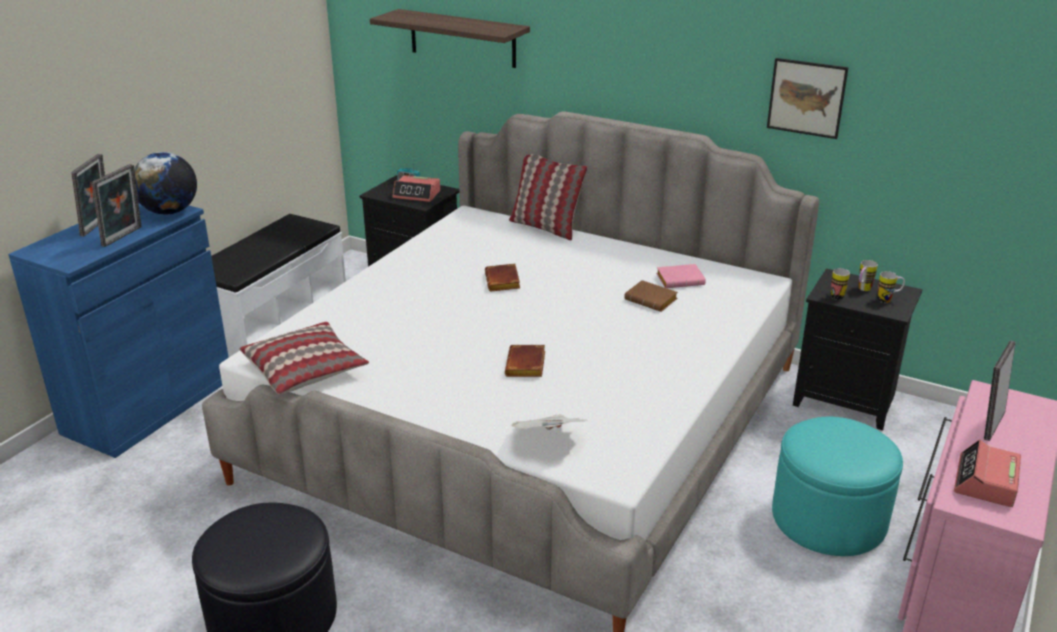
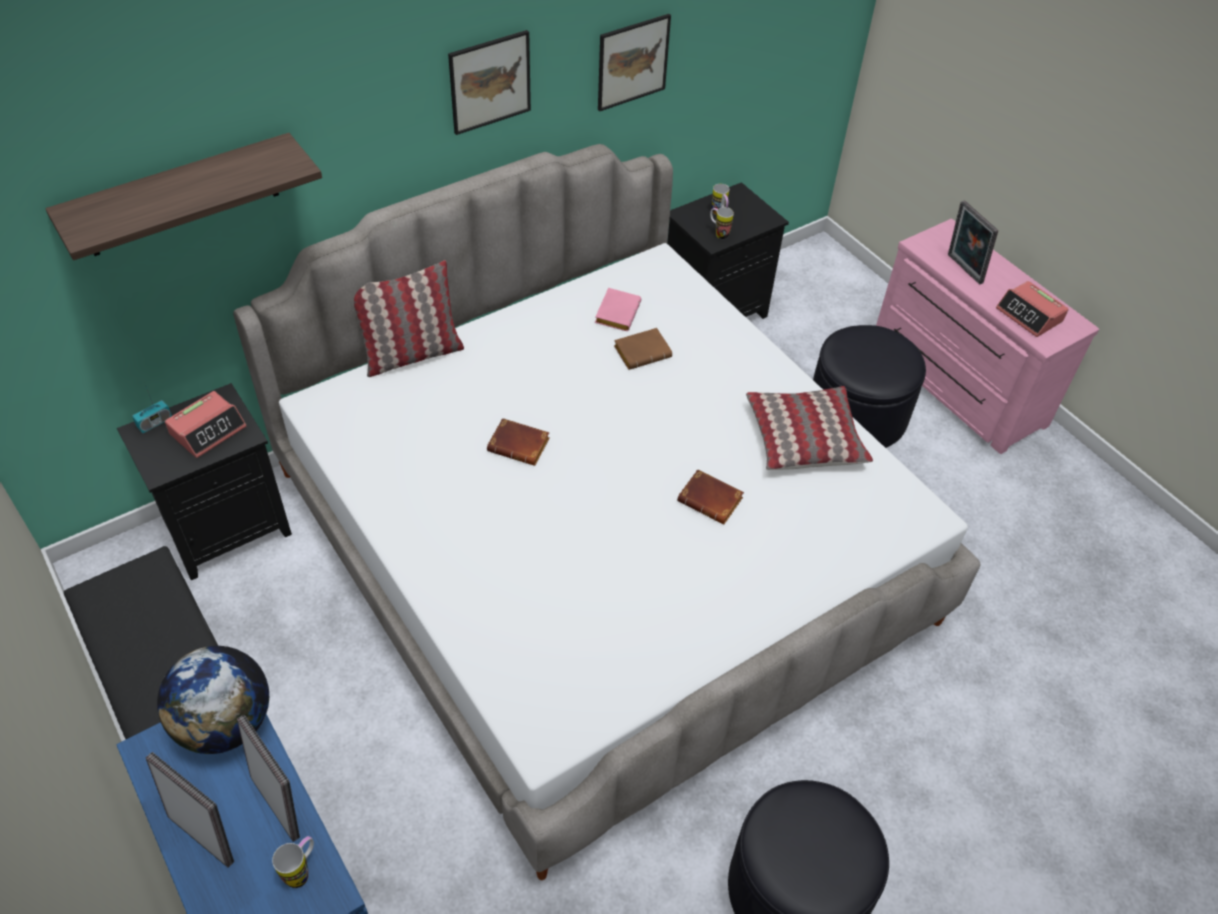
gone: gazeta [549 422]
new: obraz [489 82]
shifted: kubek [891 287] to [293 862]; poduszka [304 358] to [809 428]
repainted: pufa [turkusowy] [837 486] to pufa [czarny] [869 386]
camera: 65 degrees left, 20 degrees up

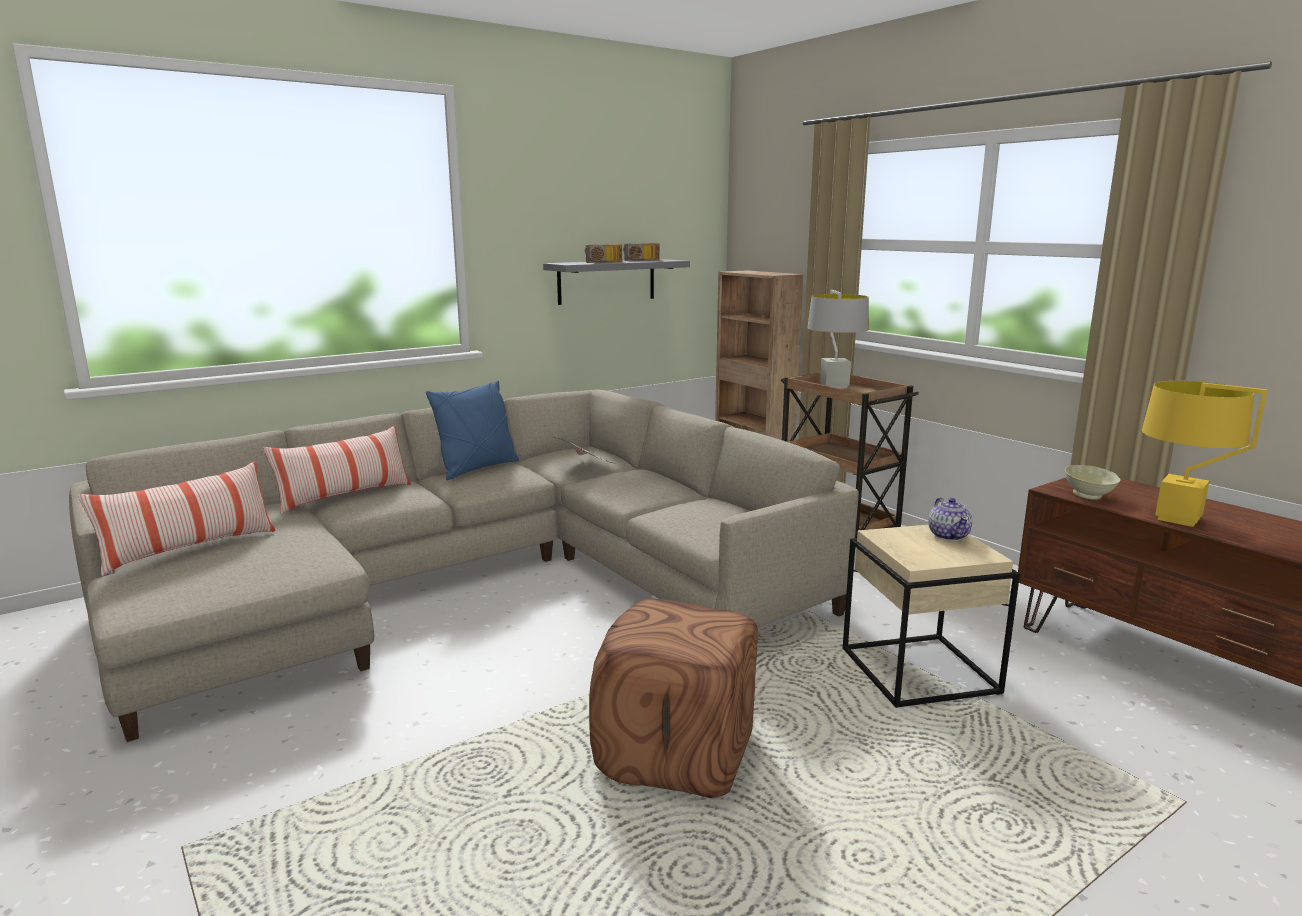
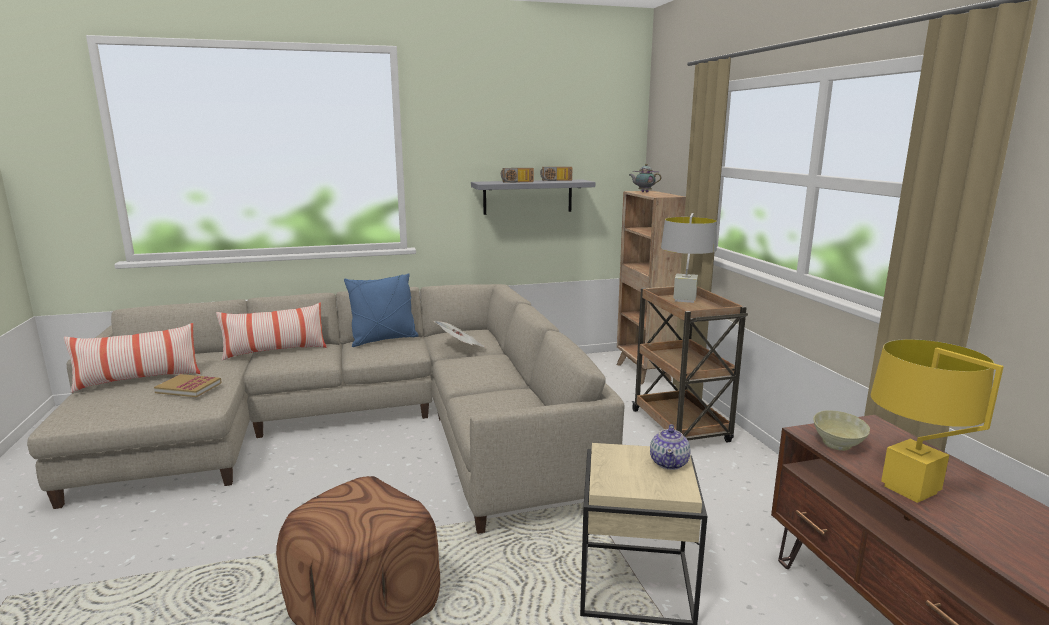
new: imbryk [645 178]; książka [188 385]
camera: 20 degrees right, 0 degrees up

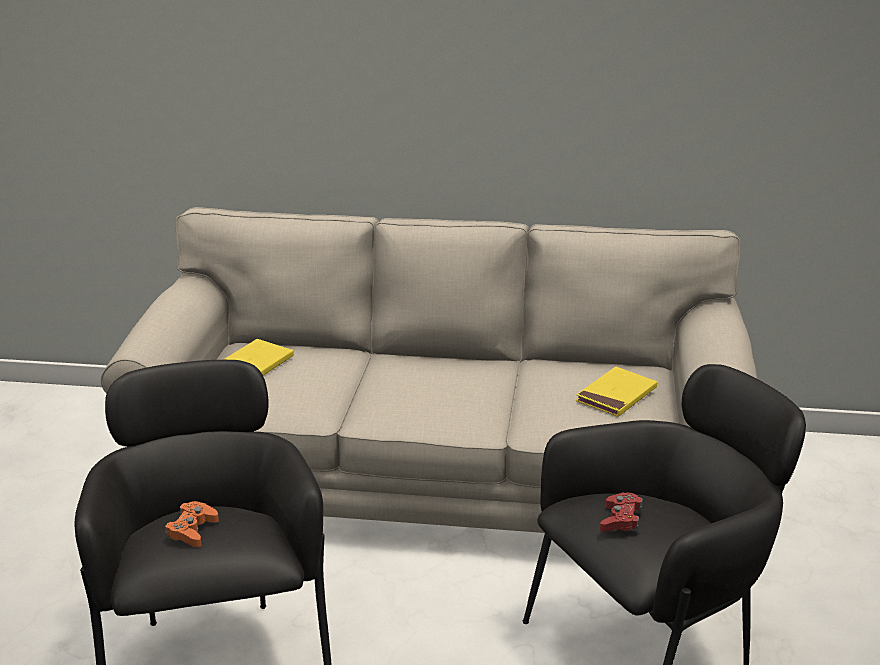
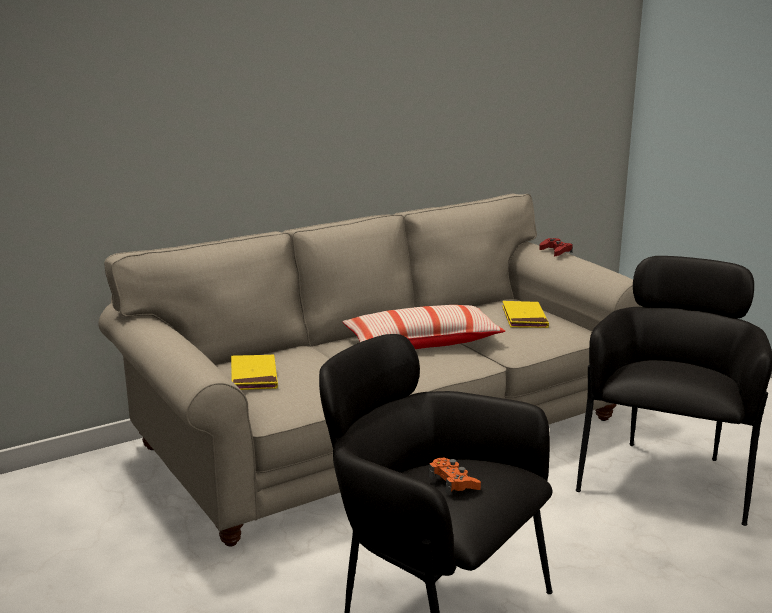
new: poduszka [424 327]
shifted: pad do gier [czerwony] [621 513] to [556 247]
camera: 40 degrees left, 5 degrees down

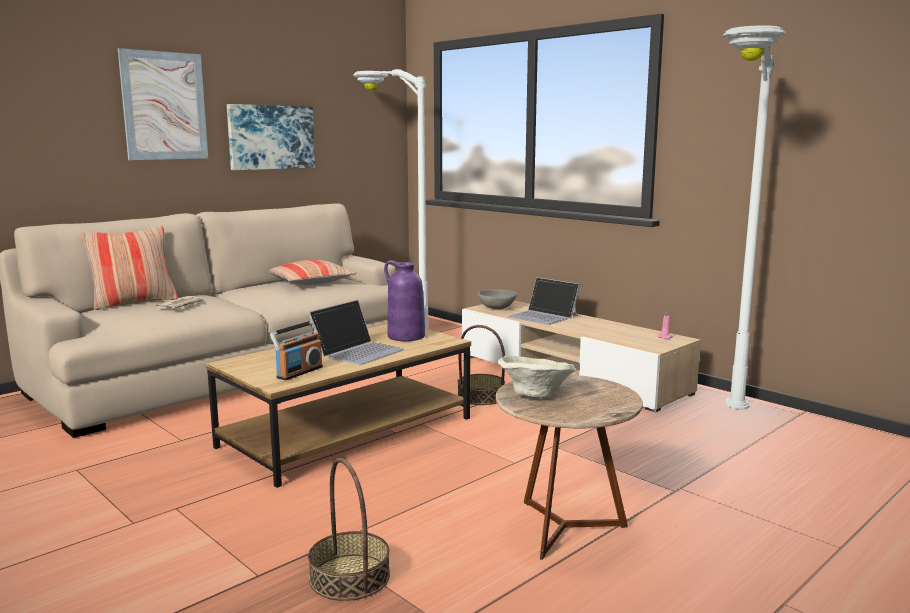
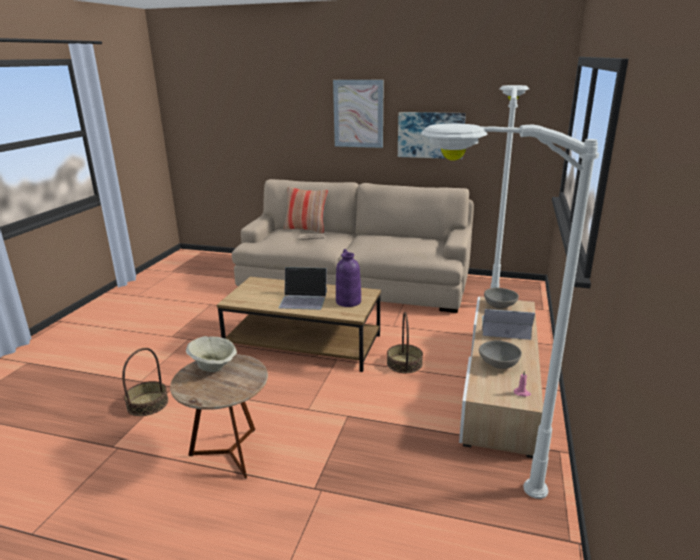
gone: poduszka [312 272]; radio [296 350]
new: miska [szary] [500 354]
rotated: laptop [543 301] = [508 324] 90 degrees clockwise
camera: 60 degrees right, 10 degrees up

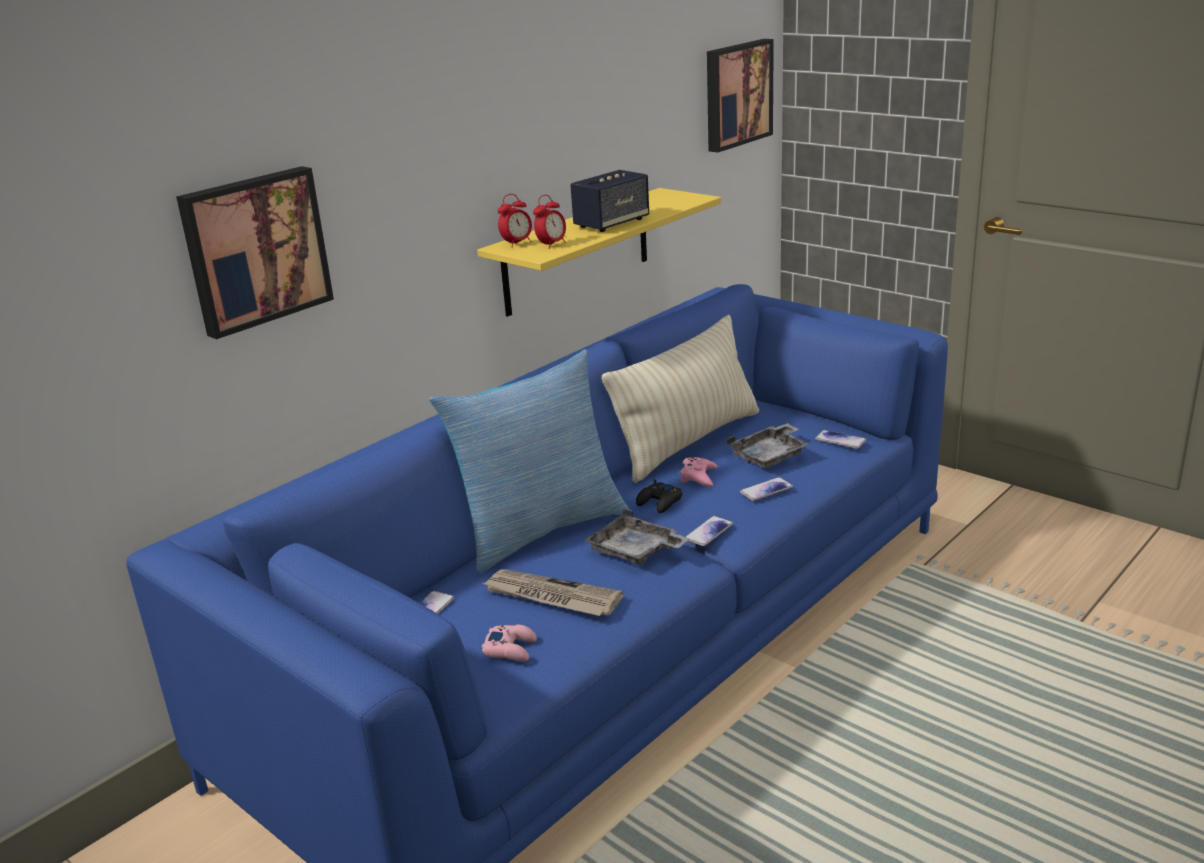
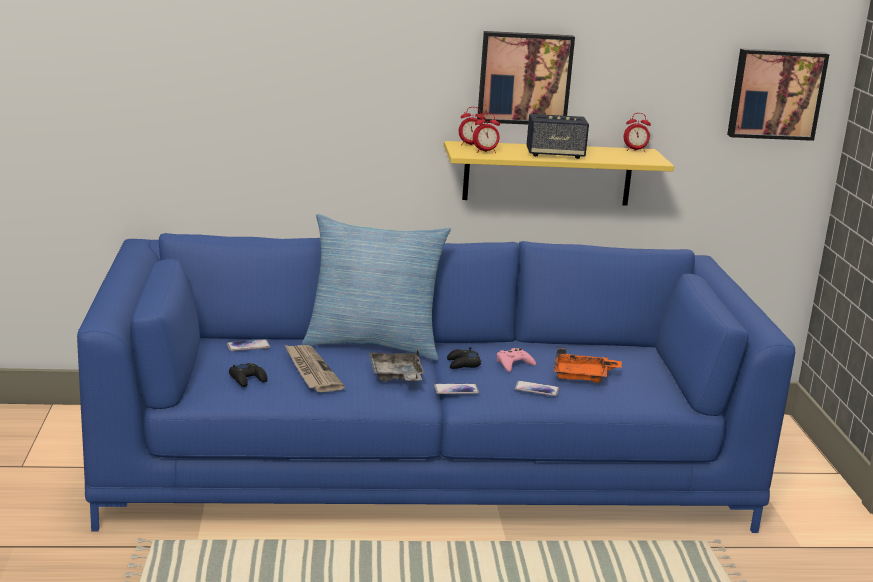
gone: poduszka [beżowy] [680 399]; telefon [840 439]
new: budzik [637 132]
shifted: obraz [255 252] to [526 78]
repainted: taca [szary] [768 445] to taca [pomarańczowy] [587 365]; pad do gier [różowy] [509 643] to pad do gier [czarny] [248 375]
camera: 40 degrees right, 5 degrees down

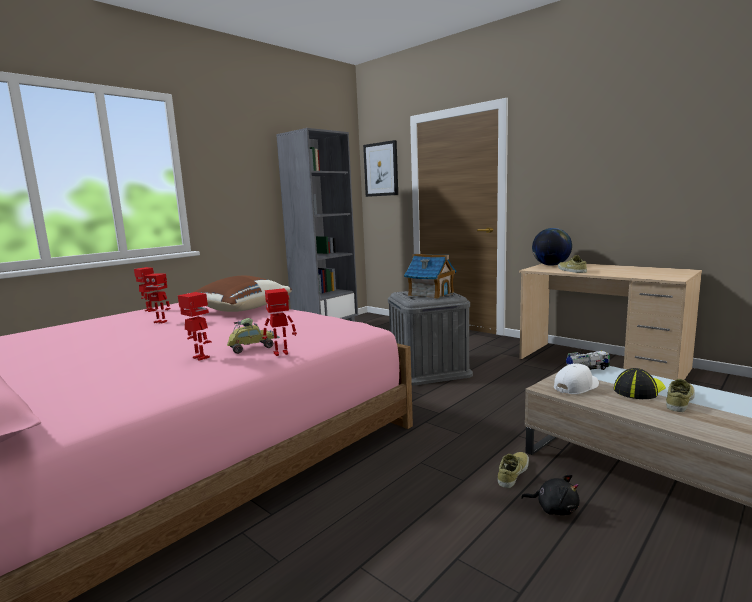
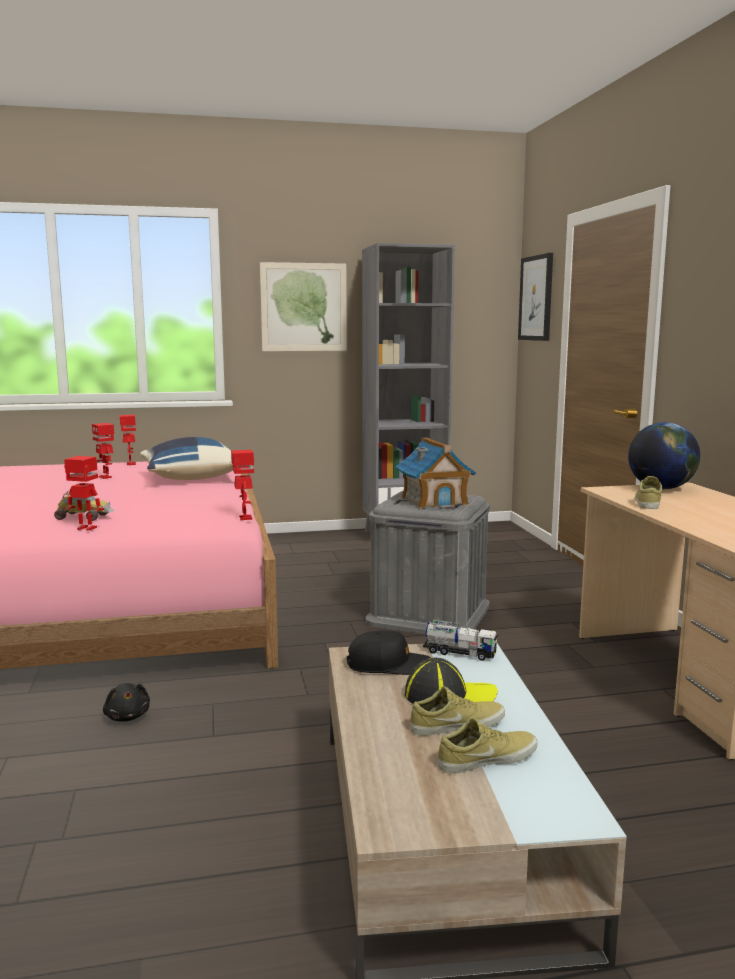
new: obraz [303 306]
shifted: robot zabawkowy [195 326] to [242 485]; but [beżowy] [513 470] to [487 745]; pluszak [czarny] [550 494] to [126 702]
repainted: poduszka [brązowy] [239 294] to poduszka [niebieski] [186 458]; czapka z daszkiem [biały] [576 378] to czapka z daszkiem [czarny] [388 652]
camera: 35 degrees right, 0 degrees up

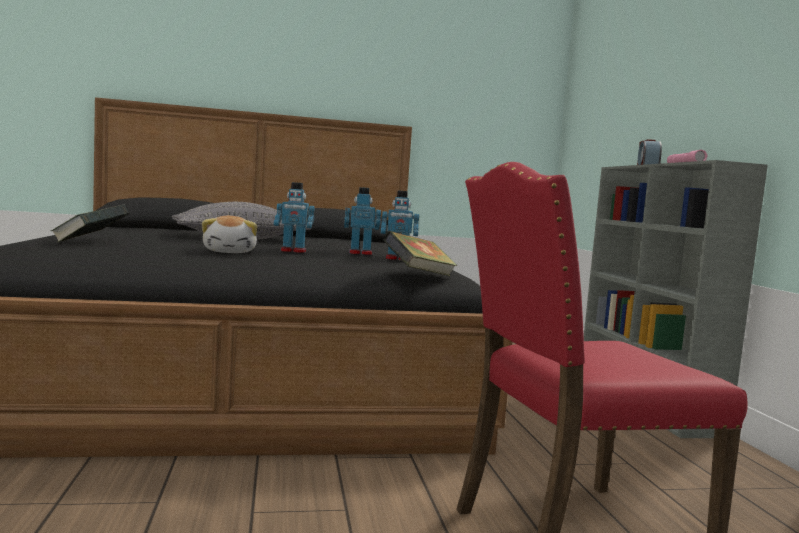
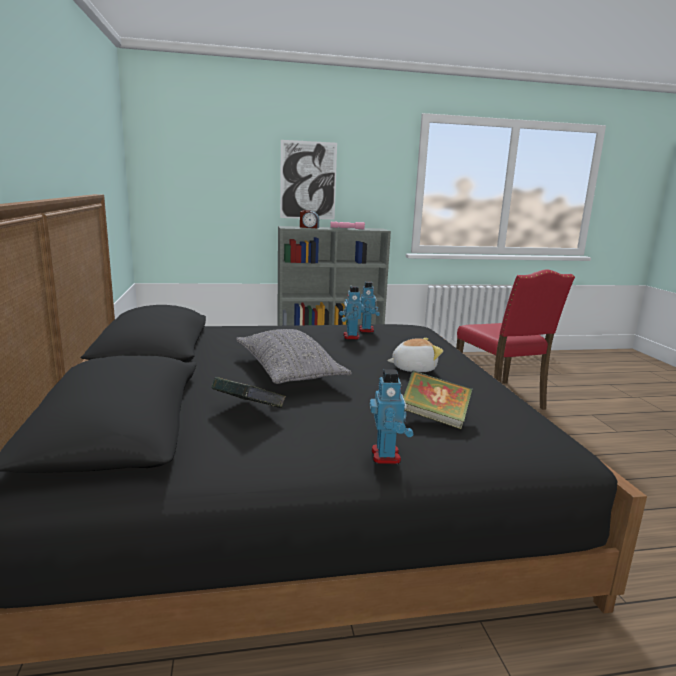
new: obraz [308 179]
shifted: robot zabawkowy [294 217] to [391 416]; książka [420 253] to [248 392]
camera: 90 degrees left, 10 degrees up

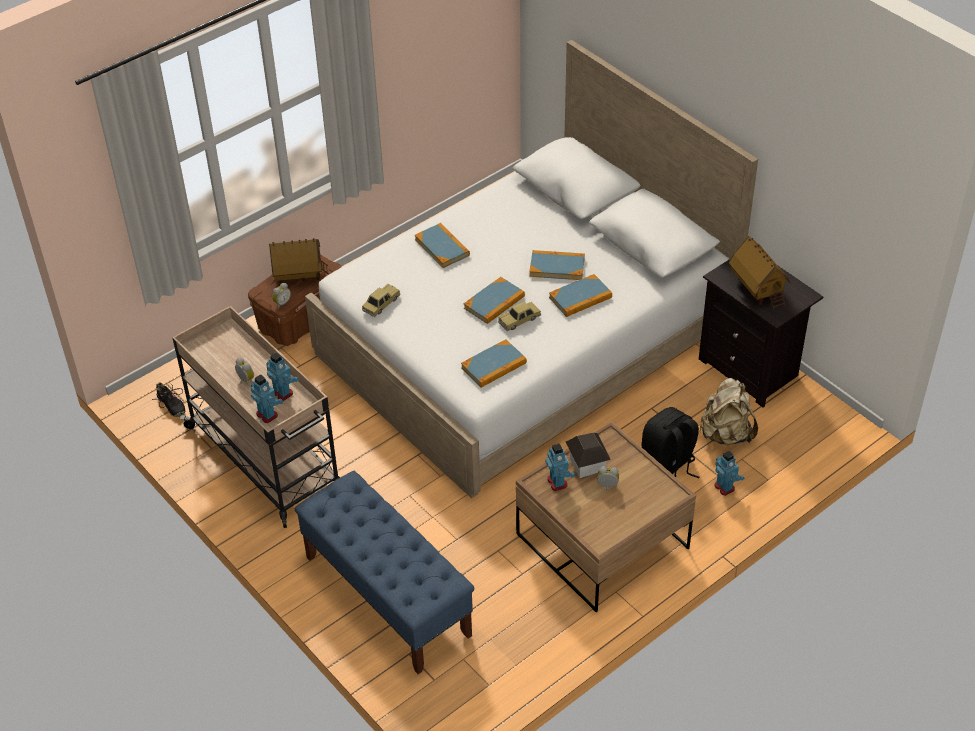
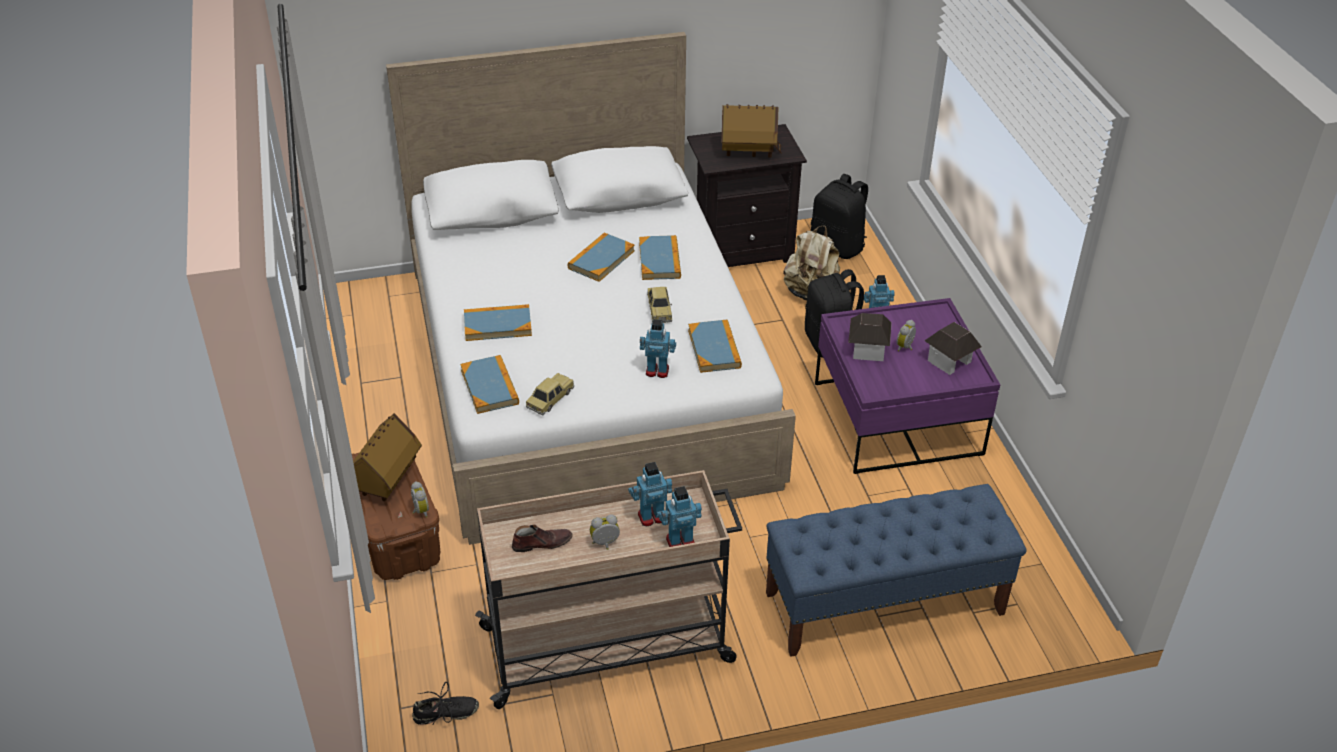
new: plecak [czarny] [839 216]; domek [953 348]; but [brązowy] [542 538]
shifted: książka [494 300] to [489 384]; robot zabawkowy [560 467] to [658 348]
repainted: ława [brązowy] [606 516] to ława [fioletowy] [907 386]
rotated: samochodzik [381 300] = [550 394] 60 degrees clockwise
camera: 65 degrees left, 5 degrees down

